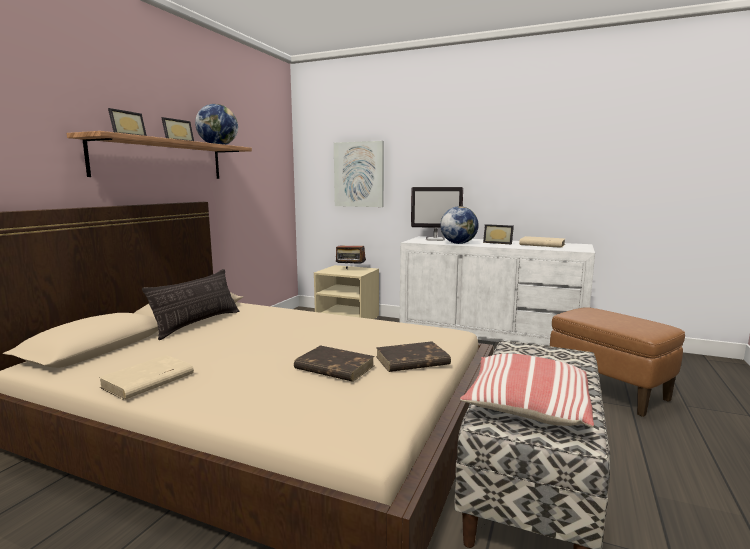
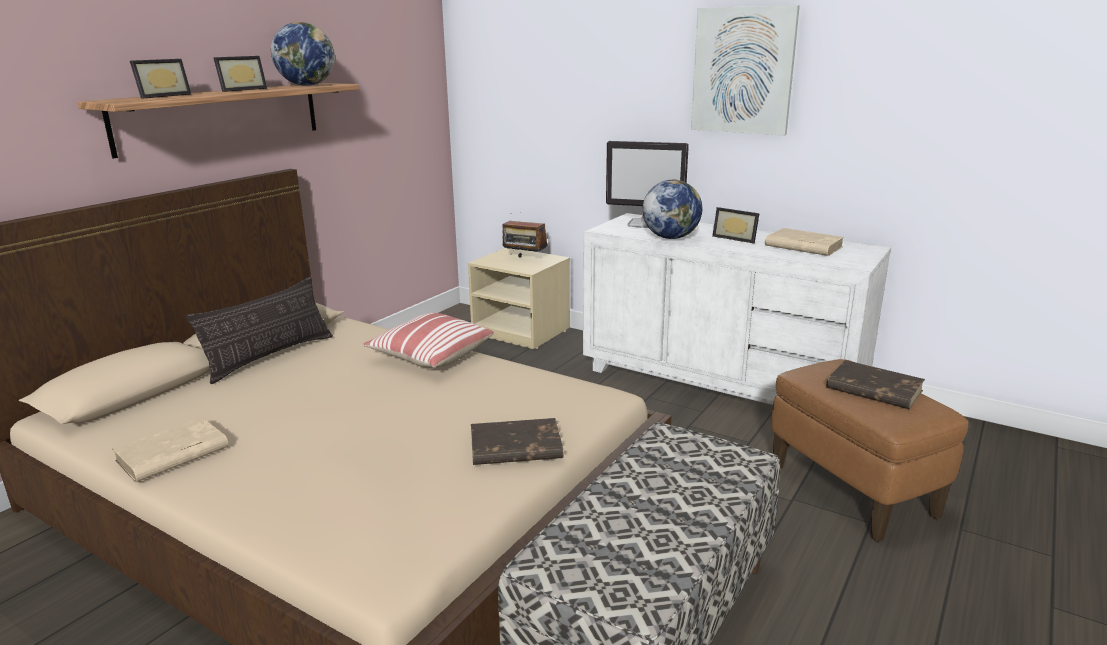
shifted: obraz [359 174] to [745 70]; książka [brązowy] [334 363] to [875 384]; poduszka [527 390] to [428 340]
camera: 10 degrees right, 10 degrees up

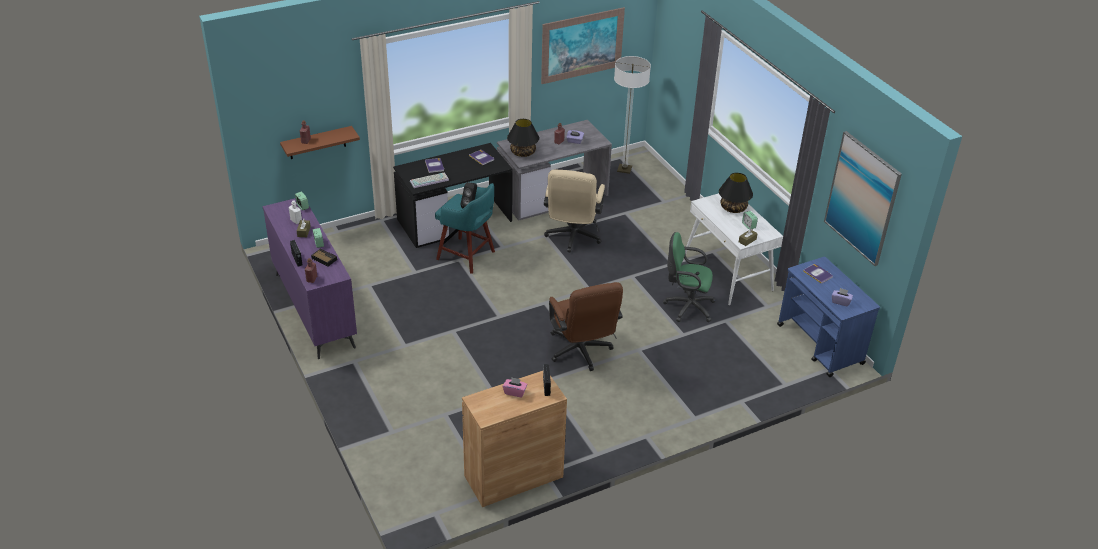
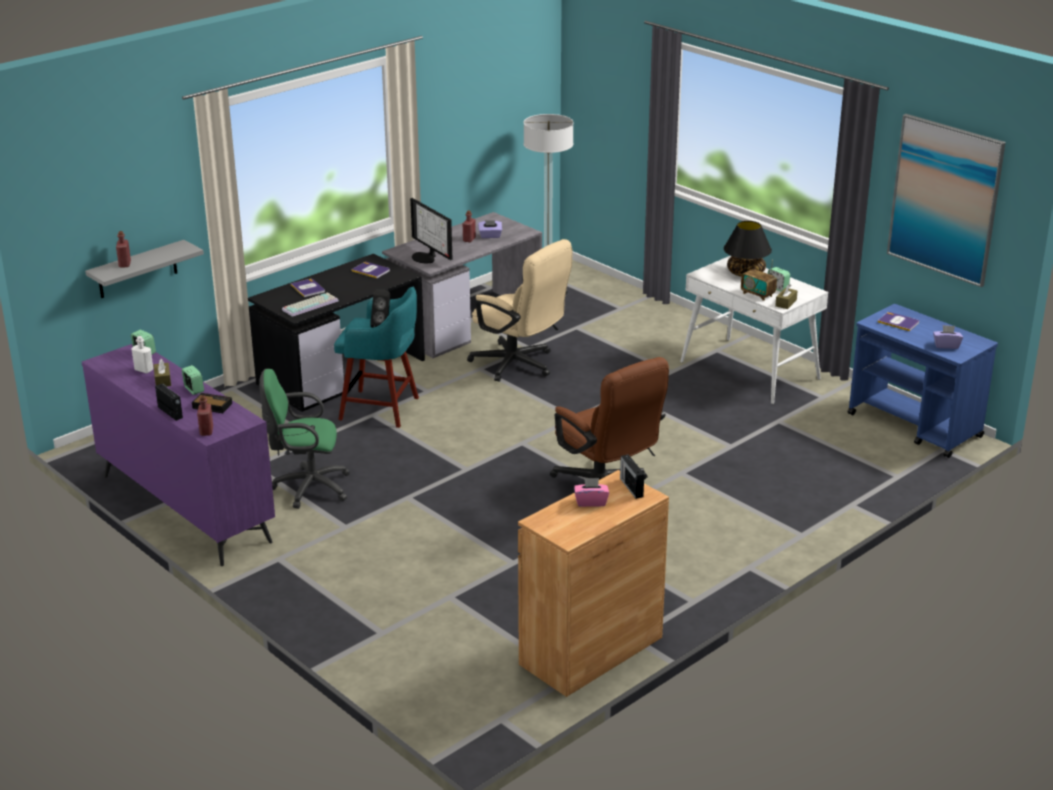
gone: obraz [583 45]
new: radio [759 280]
shifted: krzesło biurowe [zielony] [689 277] to [304 439]
swapped: lampa stołowa [czarny] [523 138] to monitor [431 230]
repainted: półka [brązowy] [320 142] to półka [szary] [144 269]
rotated: krzesło biurowe [beżowy] [574 211] = [520 310] 45 degrees counterclockwise
camera: 15 degrees left, 10 degrees down

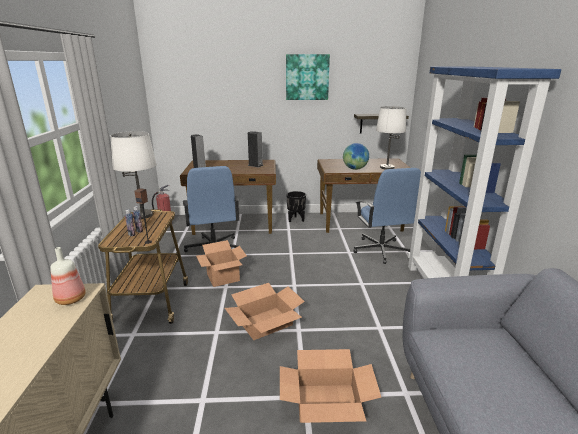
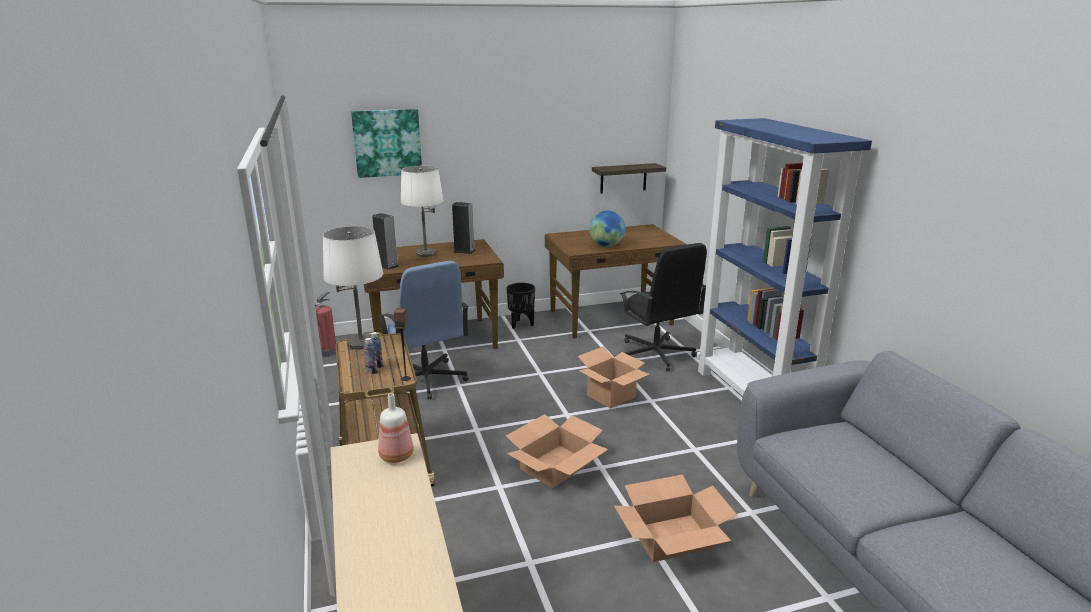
shifted: obraz [308 77] to [386 143]; lampa stołowa [biały] [391 138] to [422 211]; karton [221 263] to [614 377]
repainted: krzesło biurowe [niebieski] [387 216] to krzesło biurowe [czarny] [663 307]
camera: 15 degrees left, 0 degrees up

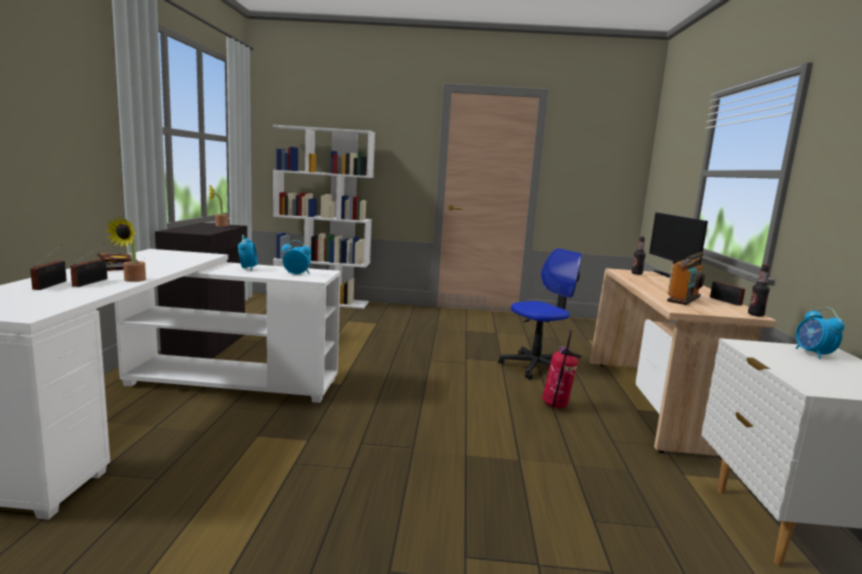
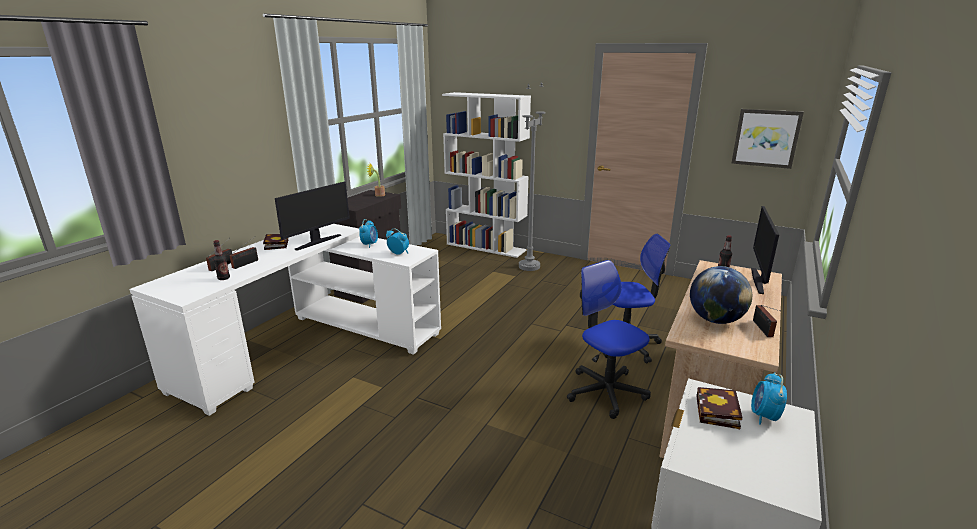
gone: roślina doniczkowa [126 249]
new: lampa stojąca [szary] [532 176]; obraz [768 139]; monitor [312 216]; książka [719 408]
shifted: butelka [759 290] to [221 260]
swapped: radio [686 278] to globus [721 295]; gaśnica [562 369] to krzesło biurowe [609 339]
camera: 25 degrees right, 10 degrees up

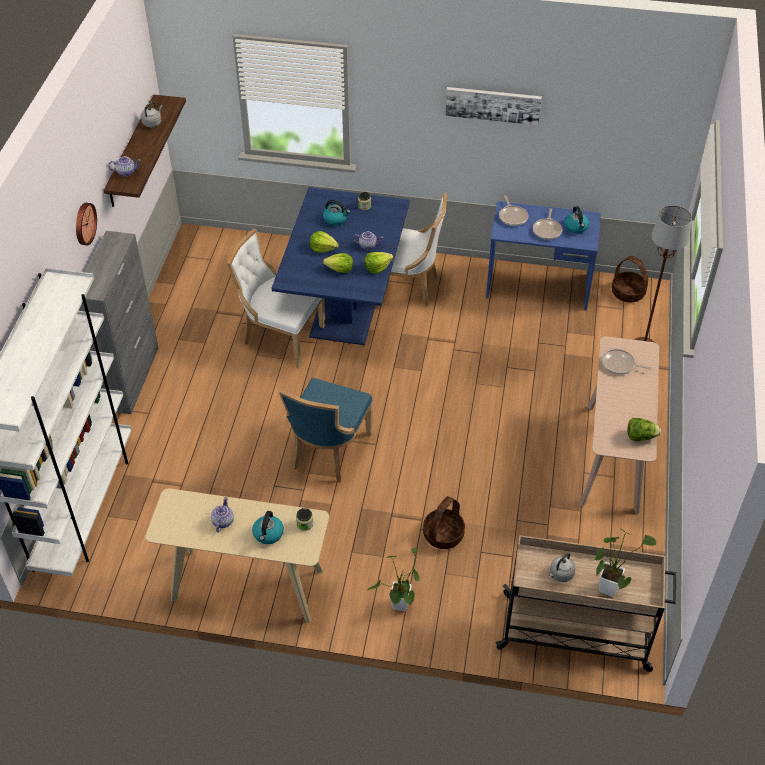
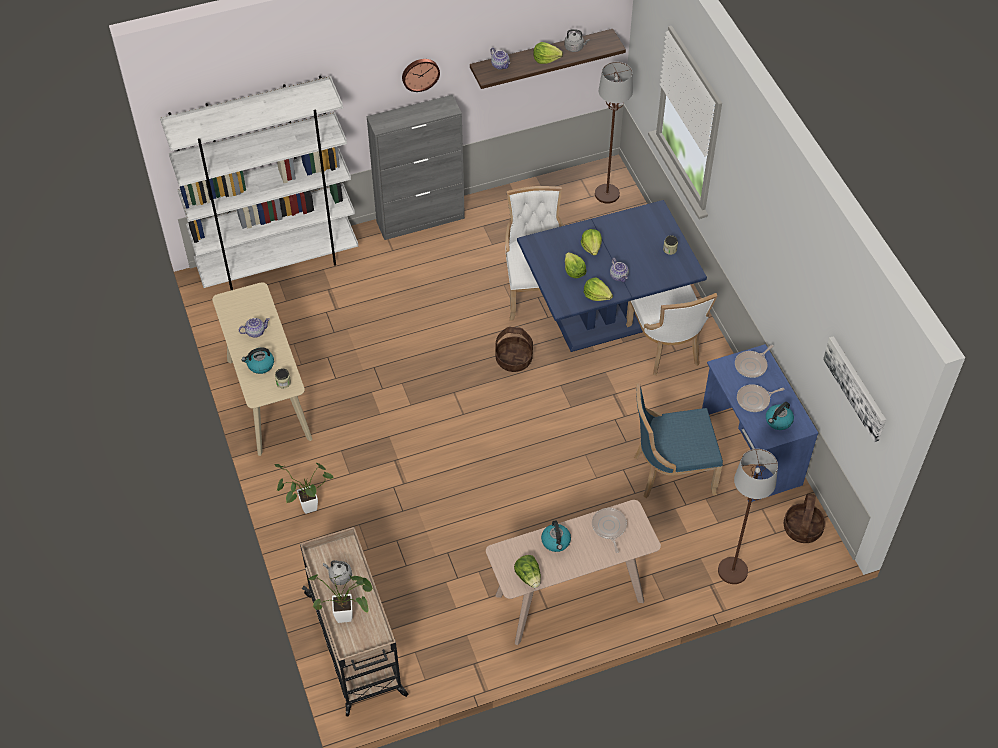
new: sałata [548 53]; lampa stojąca [brązowy] [614 133]
shifted: obraz [493 106] to [854 389]; czajnik [336 213] to [556 536]; krzesło [niebieski] [326 430] to [678 440]; koszyk [444 522] to [514 349]
camera: 60 degrees right, 5 degrees up

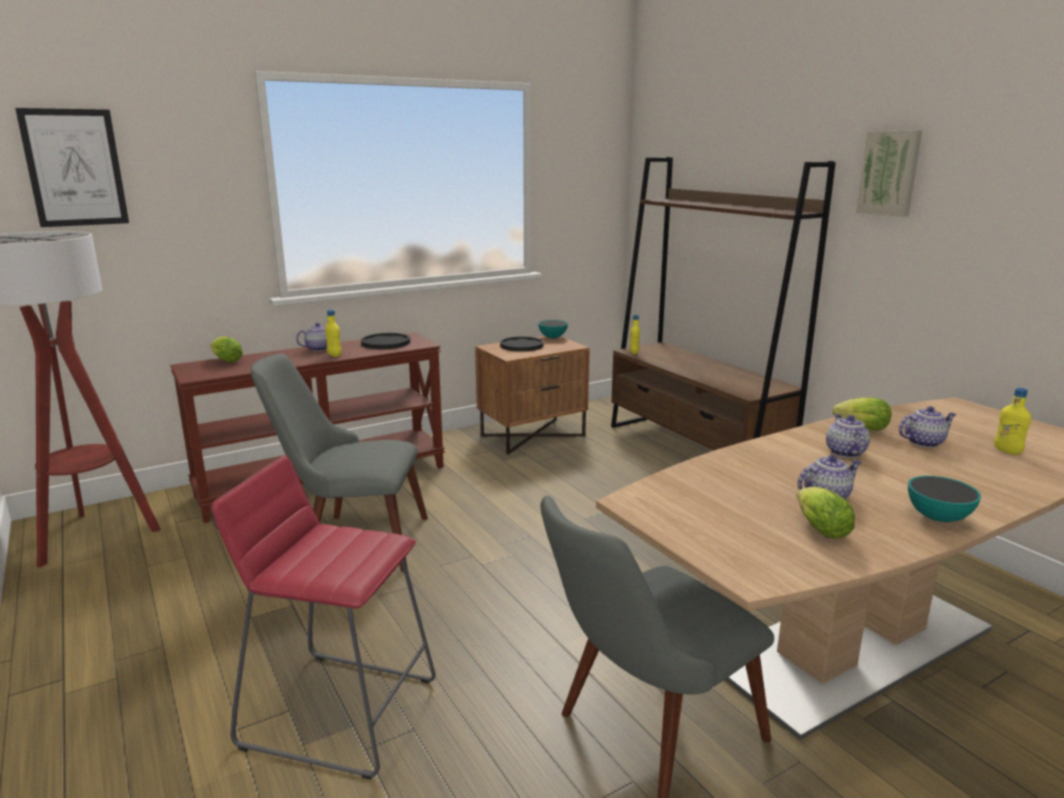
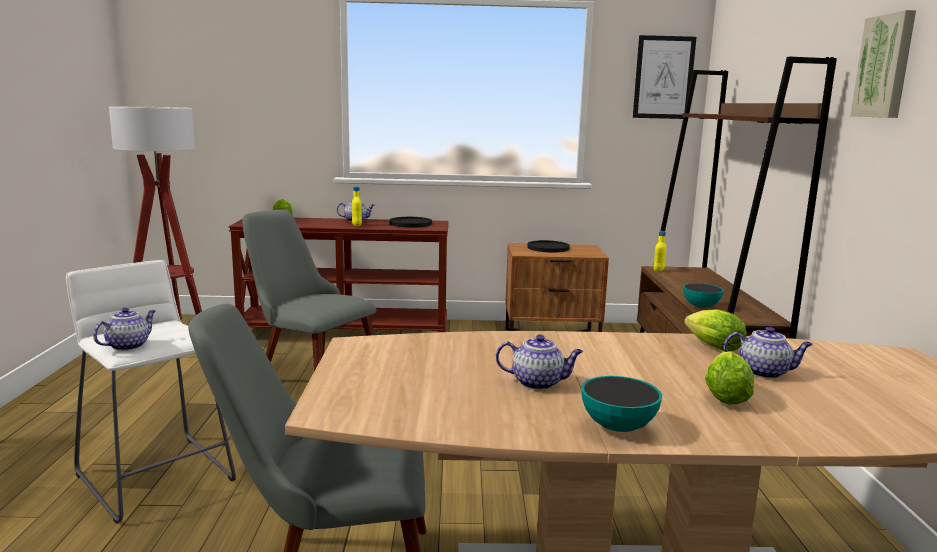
gone: butelka [żółty] [1012 421]
shifted: obraz [72 167] to [664 77]; miska [553 329] to [703 295]; imbryk [848 436] to [124 329]; sałata [825 513] to [729 378]
repainted: stołek [czerwony] [324 617] to stołek [biały] [151 392]
camera: 30 degrees right, 5 degrees down

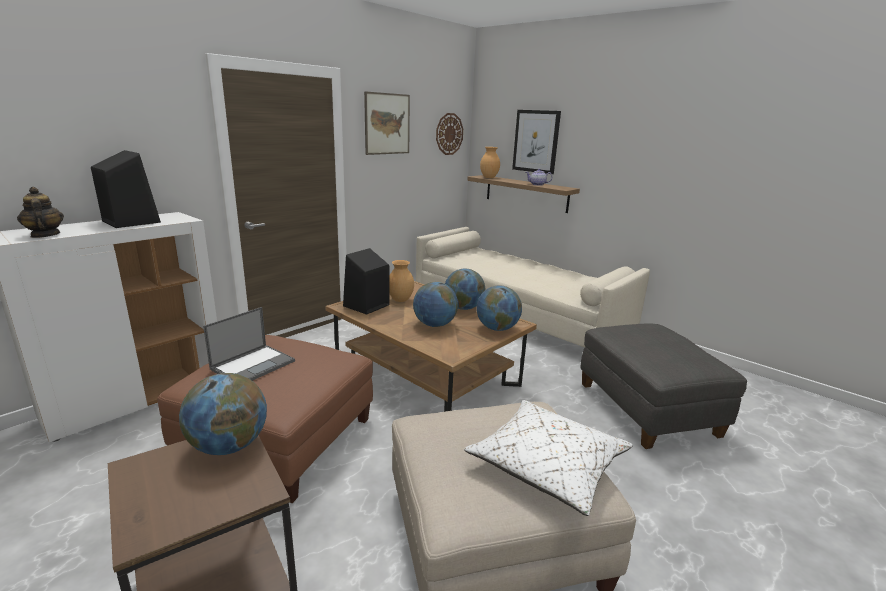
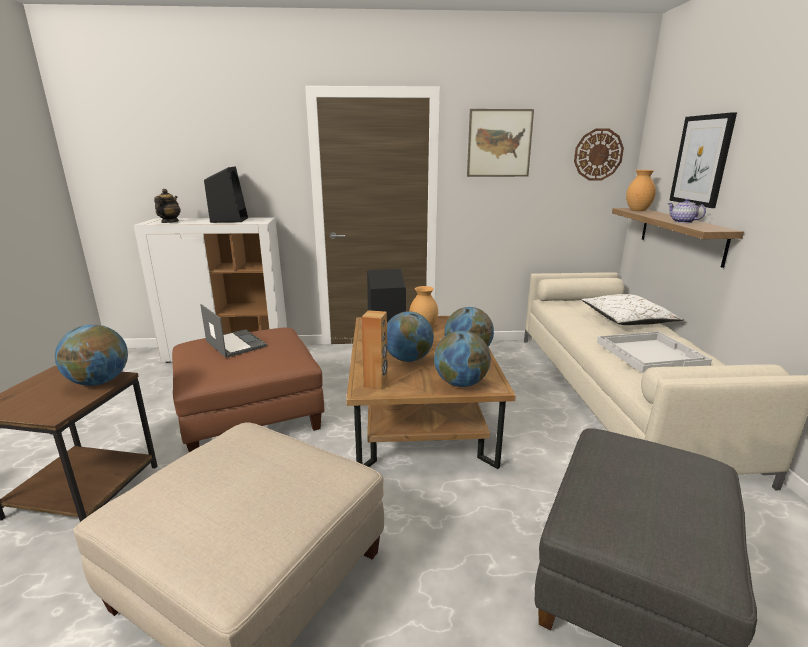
new: głośnik [brązowy] [374 349]; taca [biały] [654 352]
shifted: poduszka [biały] [548 458] to [632 309]
rotated: laptop [249 344] = [233 331] 120 degrees counterclockwise
camera: 45 degrees right, 0 degrees up

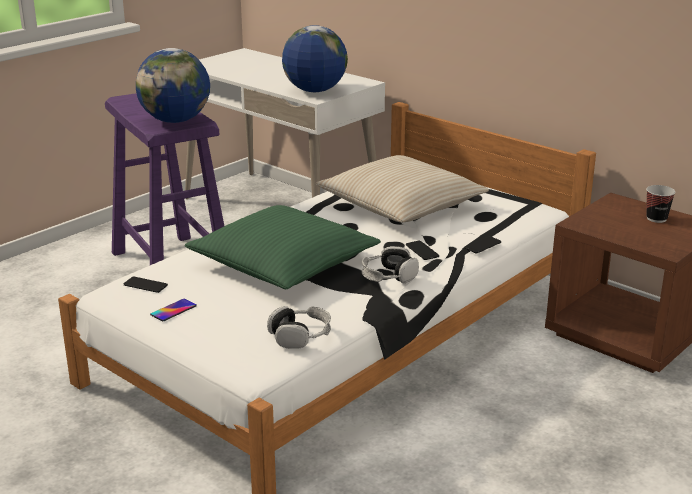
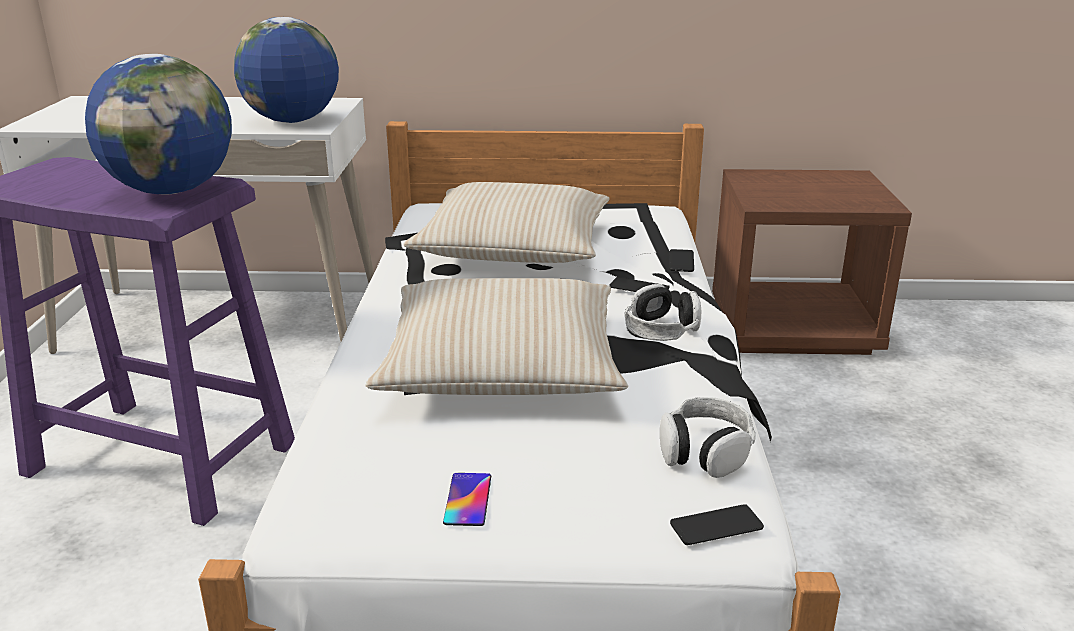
gone: filiżanka [660 204]
shifted: telefon [146 284] to [717 524]
repainted: poduszka [zielony] [283 247] to poduszka [beżowy] [497 336]
camera: 40 degrees left, 0 degrees up

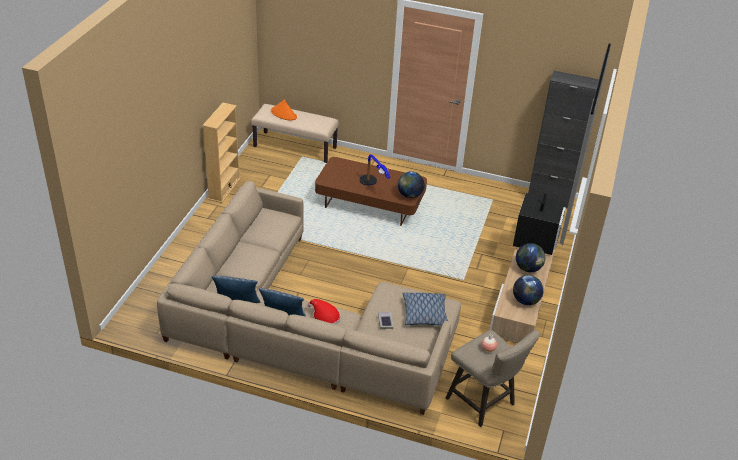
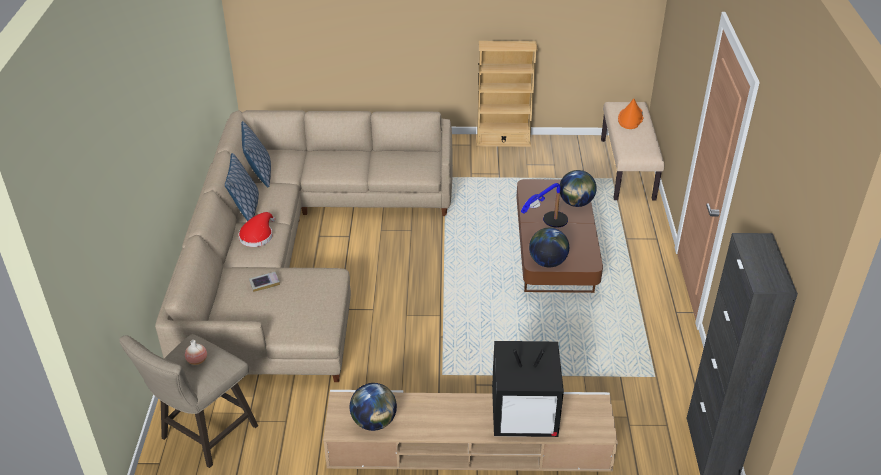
gone: poduszka [425 309]
shifted: globus [530 257] to [578 188]
camera: 75 degrees right, 0 degrees up

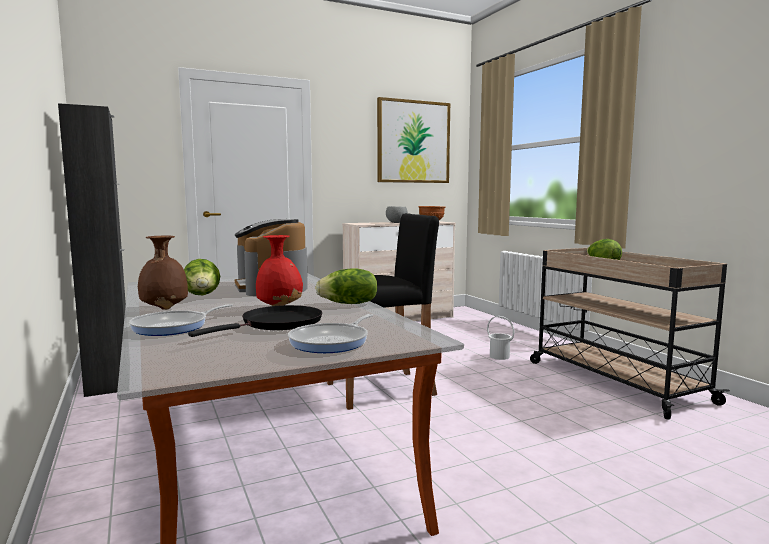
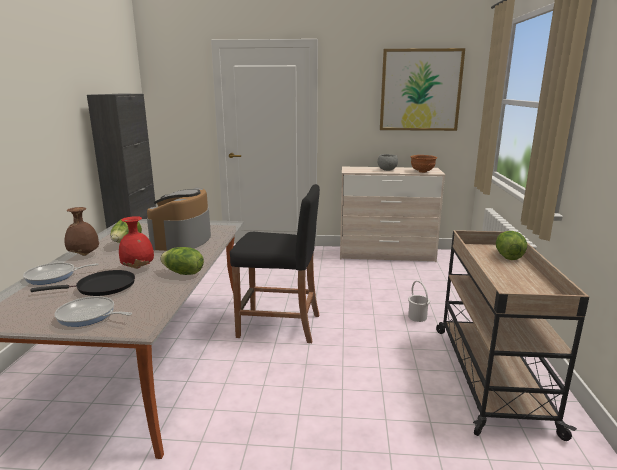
rotated: patelnia [330 333] = [93 311] 45 degrees clockwise
camera: 30 degrees right, 10 degrees up

